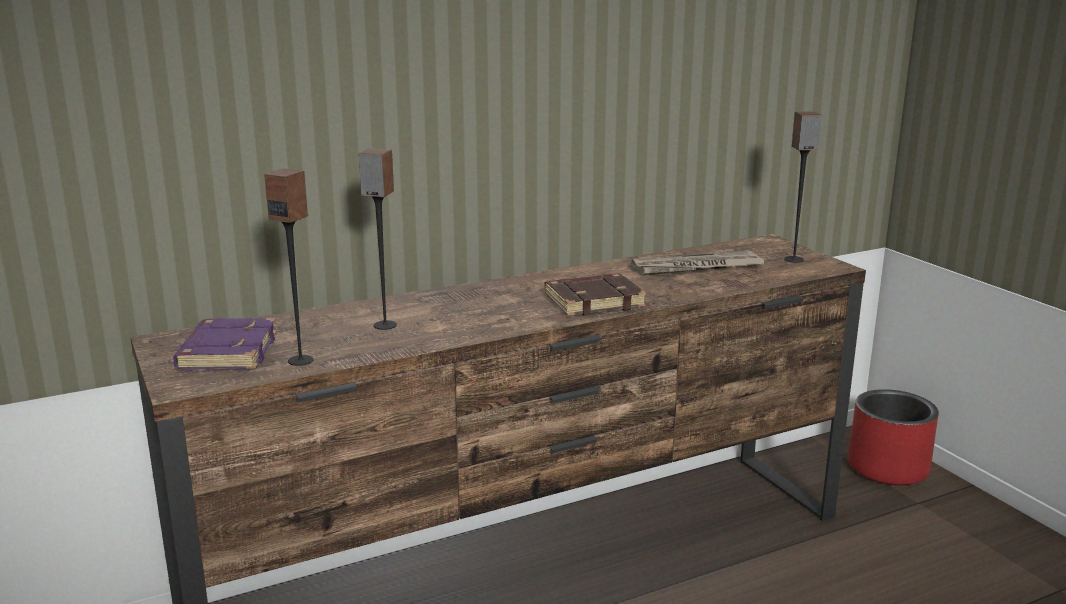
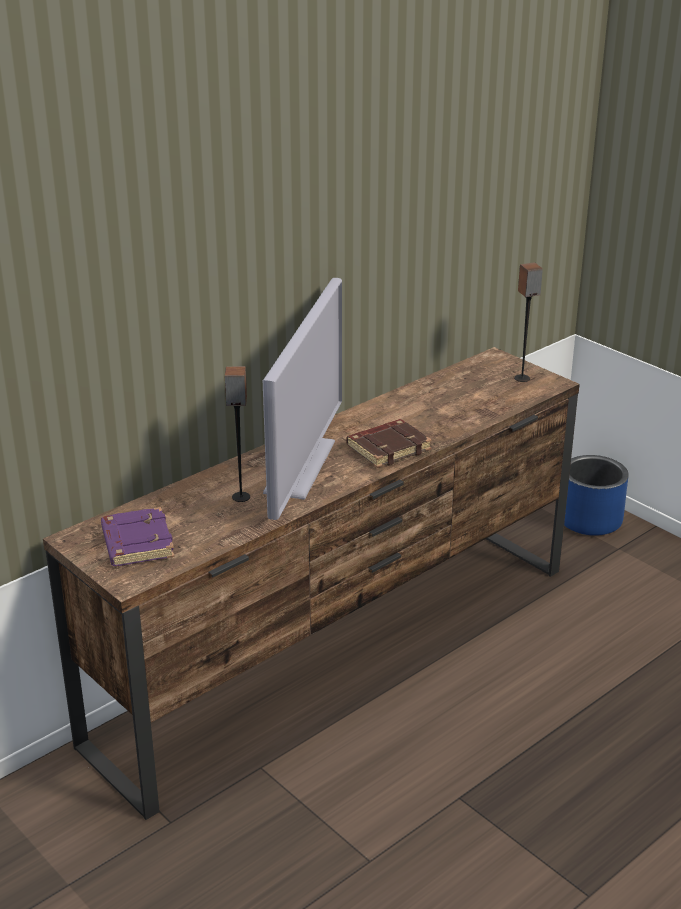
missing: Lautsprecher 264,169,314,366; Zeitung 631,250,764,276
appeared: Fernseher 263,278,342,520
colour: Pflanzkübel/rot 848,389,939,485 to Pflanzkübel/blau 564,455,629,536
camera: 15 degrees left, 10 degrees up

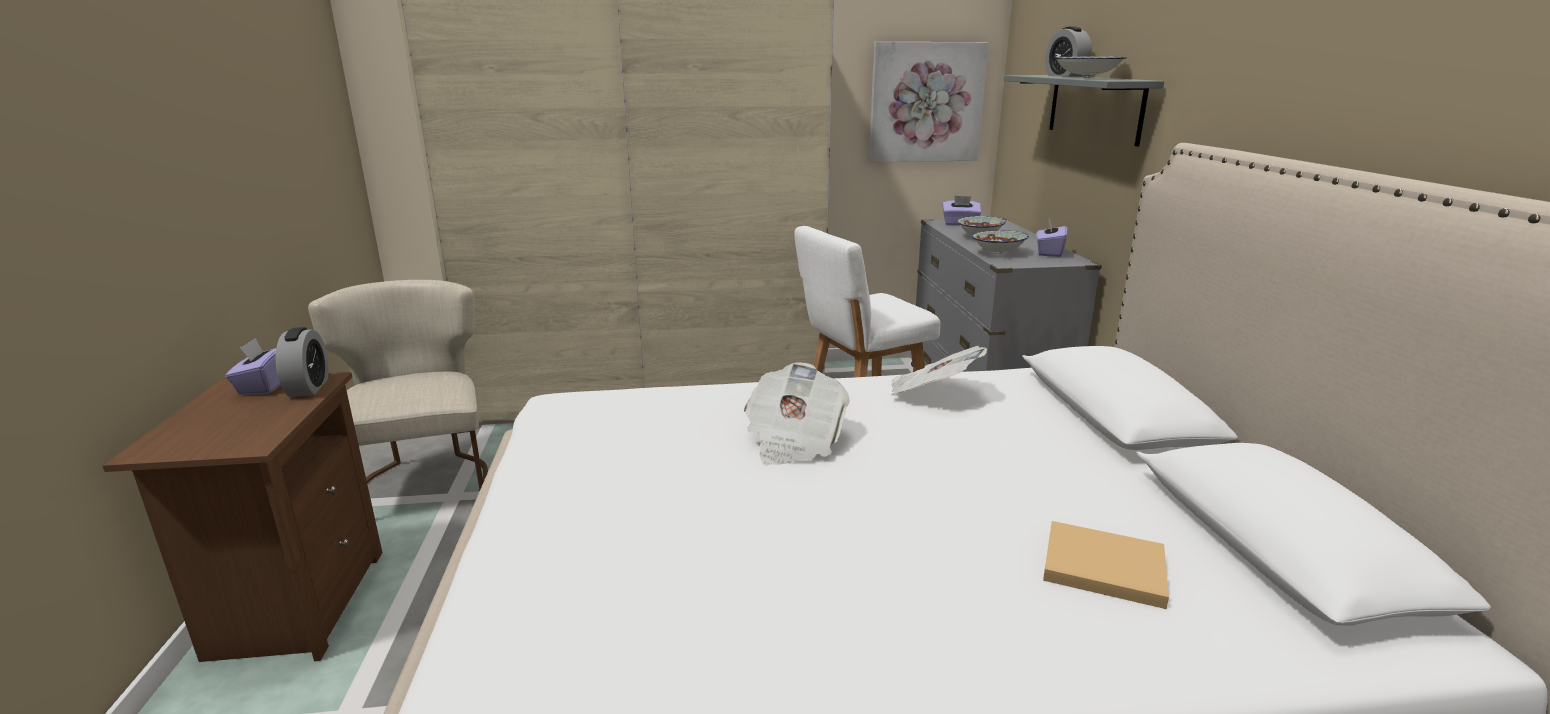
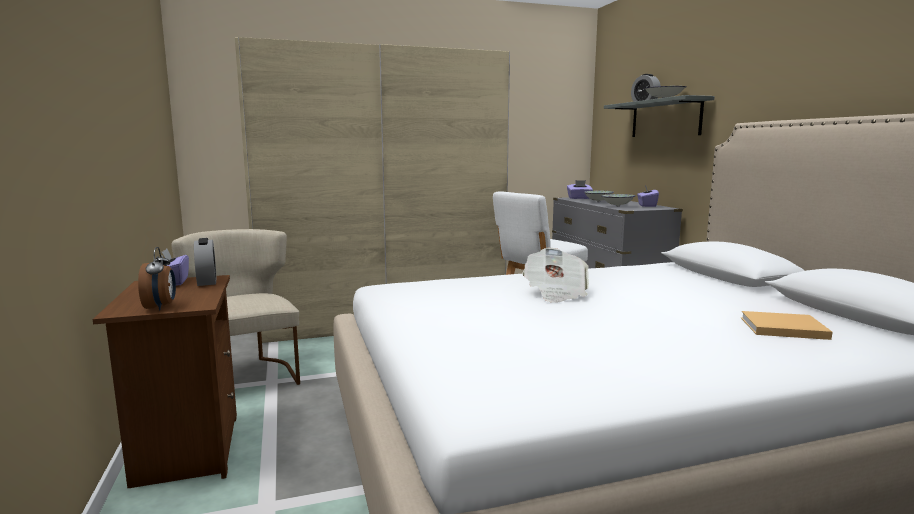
missing: Bild 869,42,989,163; Zeitung 891,346,987,395
appeared: Wecker 138,247,176,311
camera: 10 degrees left, 10 degrees down

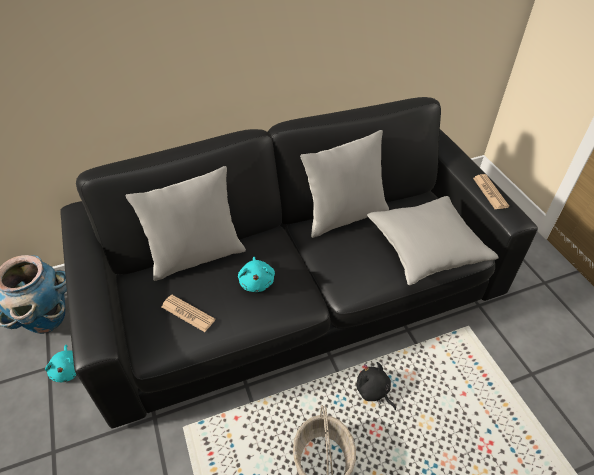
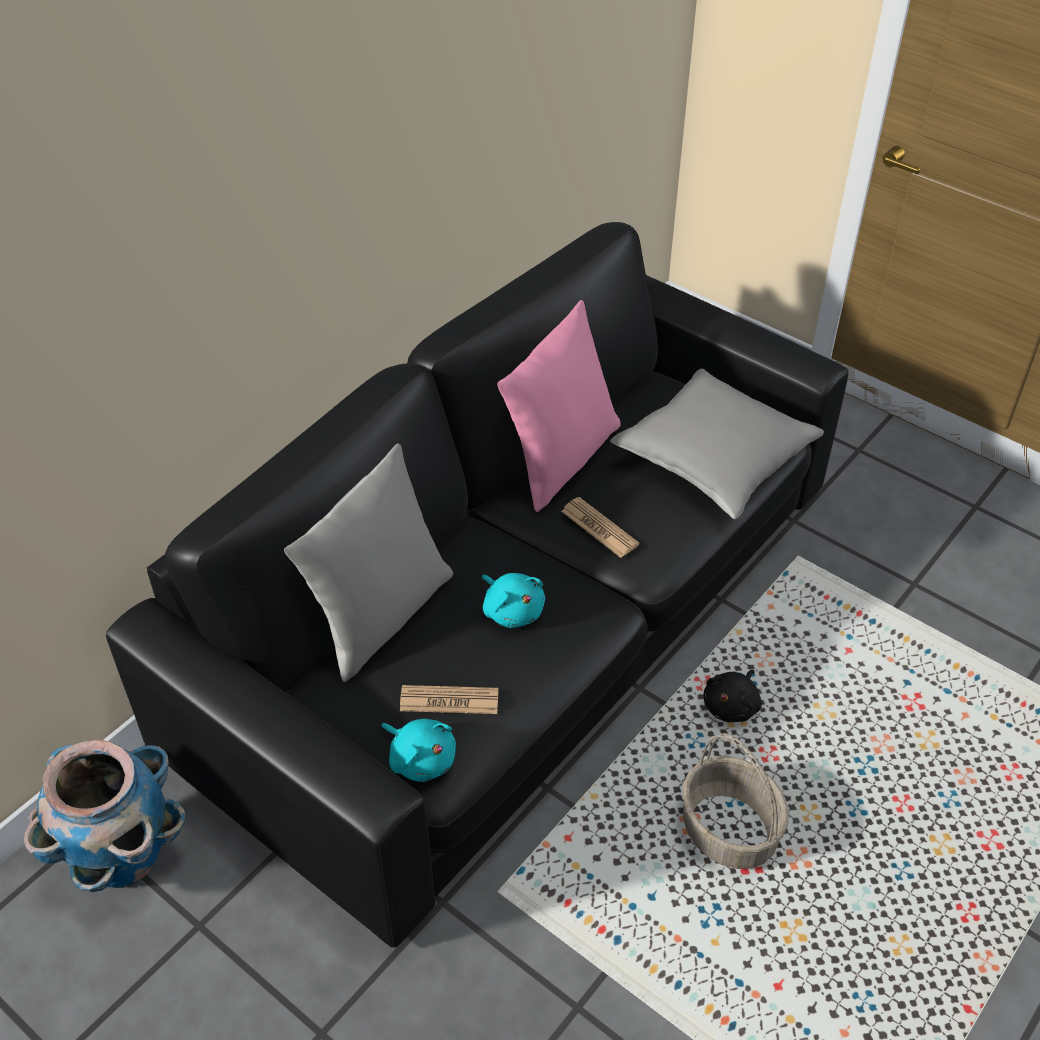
relocated: Zeitung 473,174,509,209 to 561,497,639,558; Plüschtier/türkis 45,345,77,382 to 381,719,456,782
colour: Kissen/grau 300,130,389,238 to Kissen/rosa 497,300,621,512
spun: Plüschtier/schwarz 357,362,396,410 = 703,670,762,722 75 degrees counterclockwise
camera: 30 degrees left, 0 degrees up

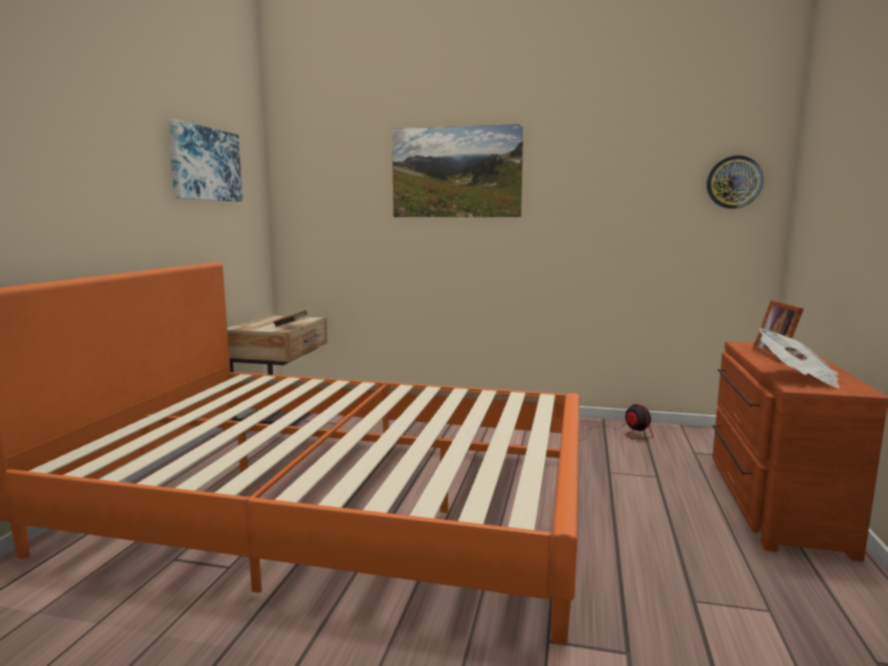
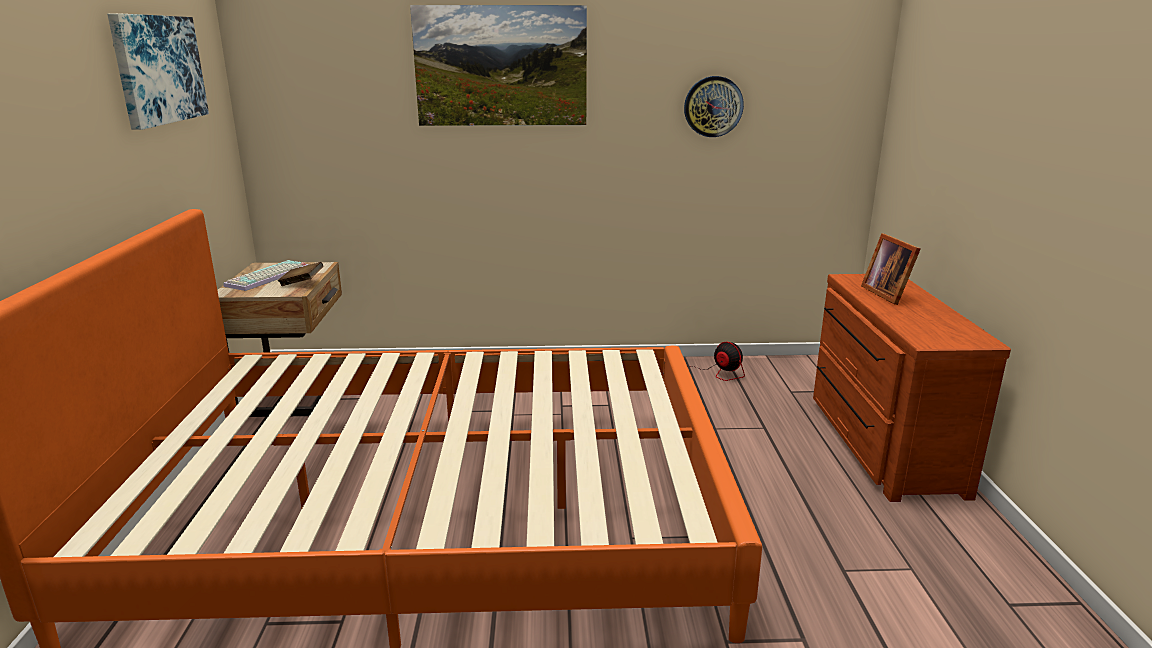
missing: Zeitung 759,328,839,388
appeared: Tastatur 223,260,309,291
relocated: Wanduhr 707,155,764,209 to 684,76,744,137
camera: 15 degrees left, 10 degrees up

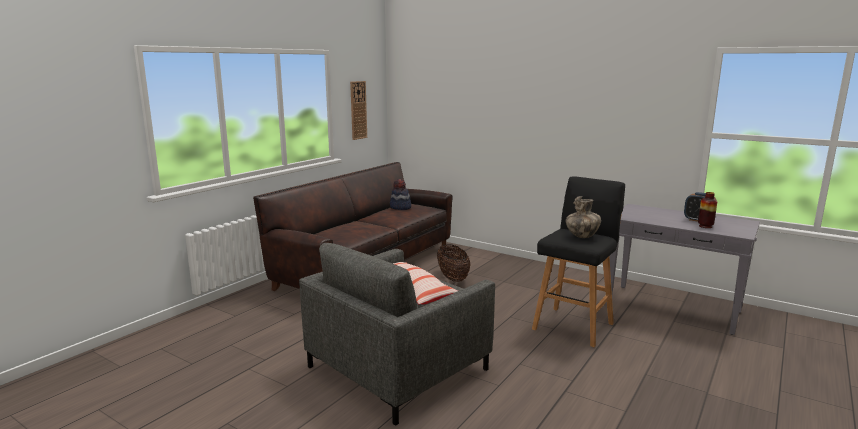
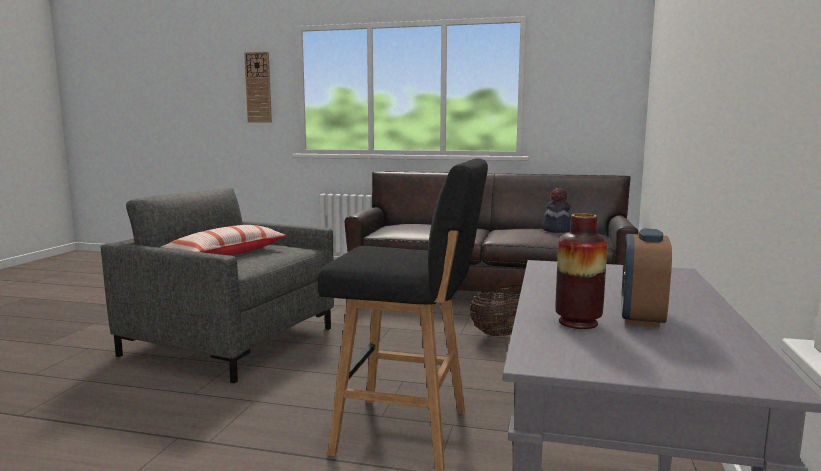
missing: Vase 566,196,601,238
relocated: Wanduhr 350,81,367,140 to 244,52,272,123
camera: 70 degrees right, 5 degrees down

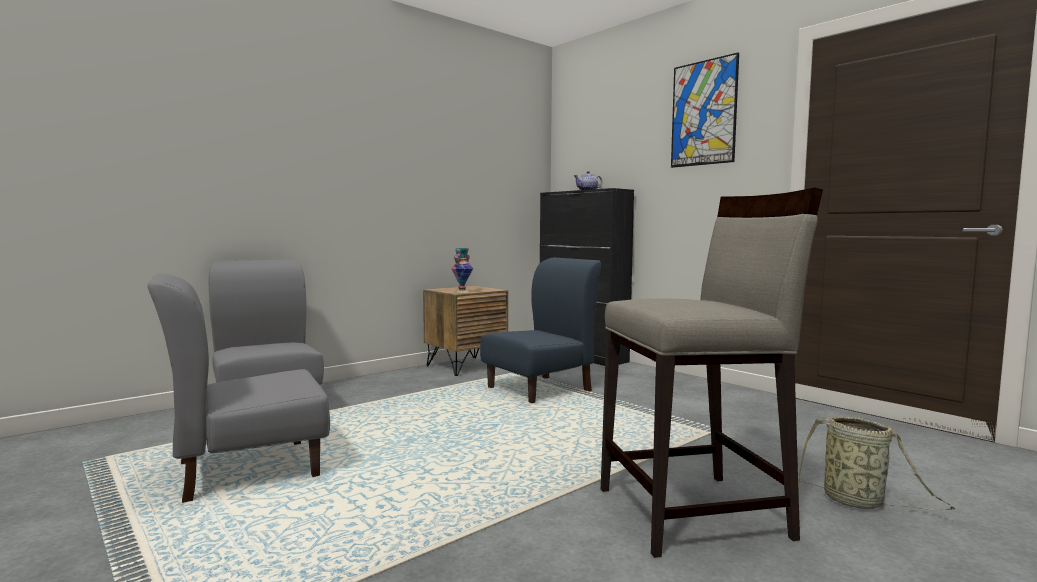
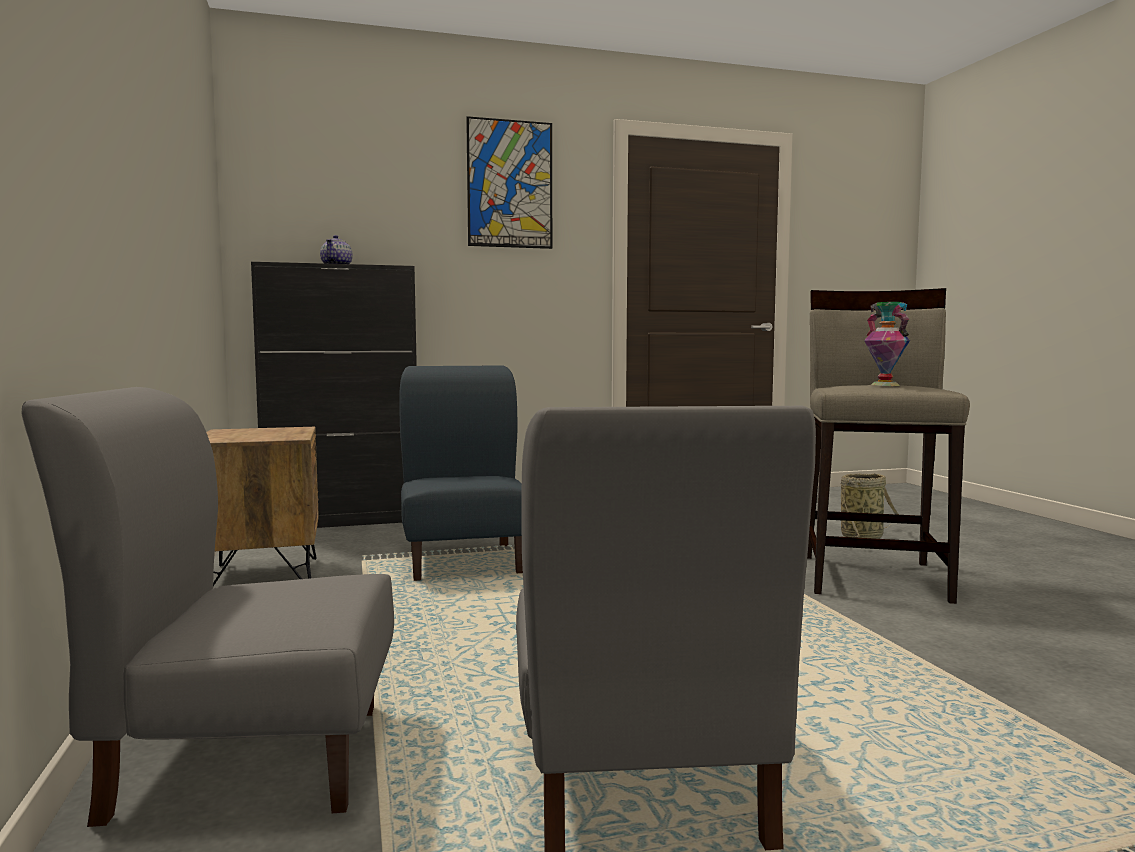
relocated: Vase 451,248,473,293 to 864,302,910,386
camera: 65 degrees left, 0 degrees up

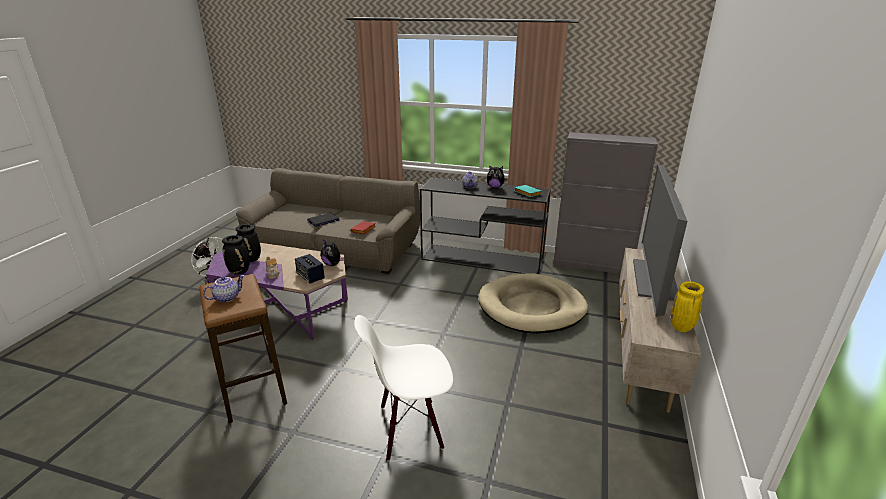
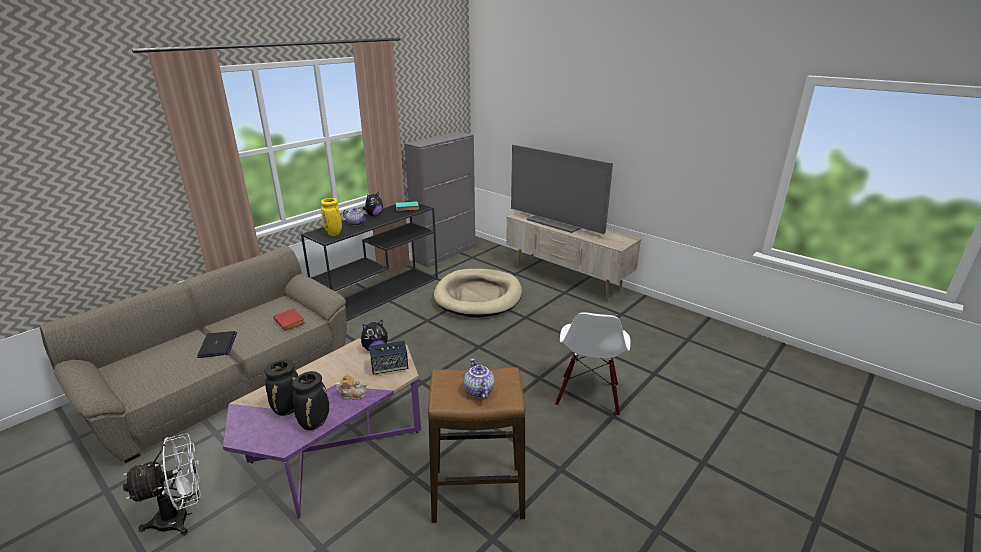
relocated: Vase/gelb 671,281,704,333 to 321,198,342,236
camera: 65 degrees left, 0 degrees up

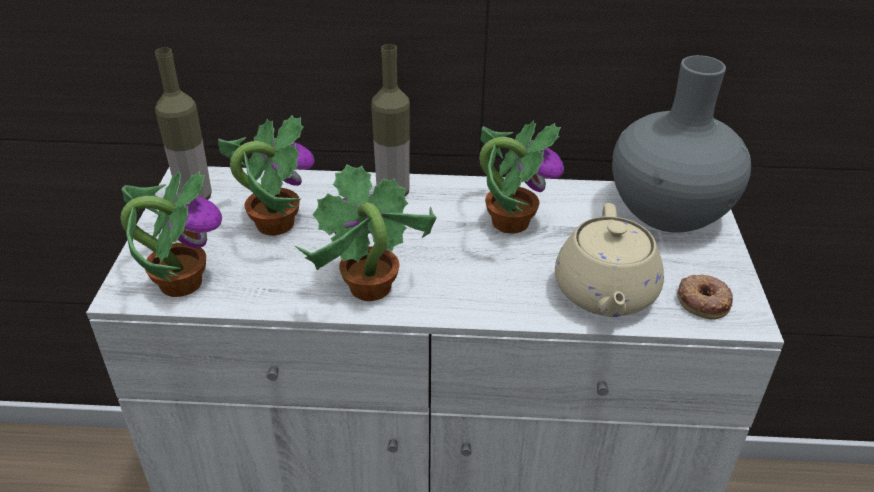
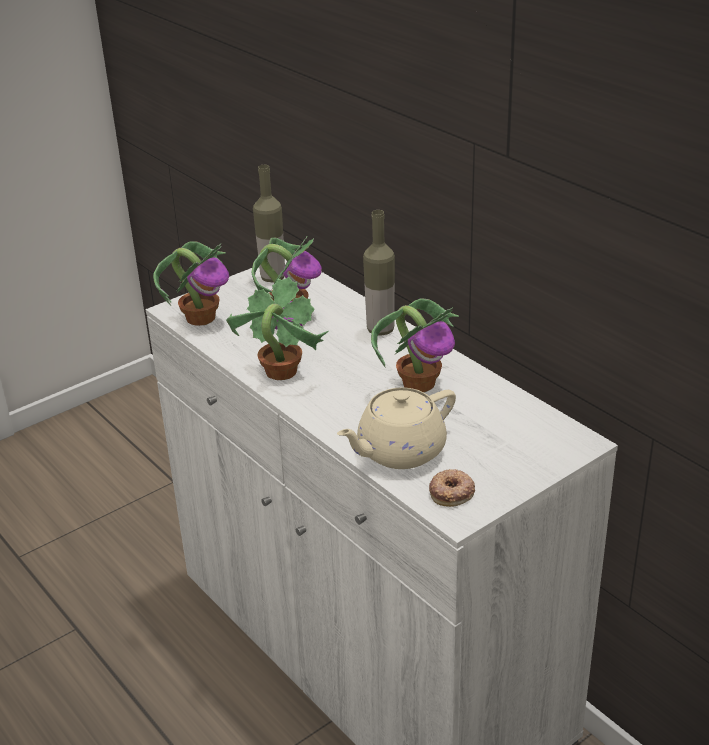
missing: Vase/grau 612,55,751,233
camera: 50 degrees right, 5 degrees down

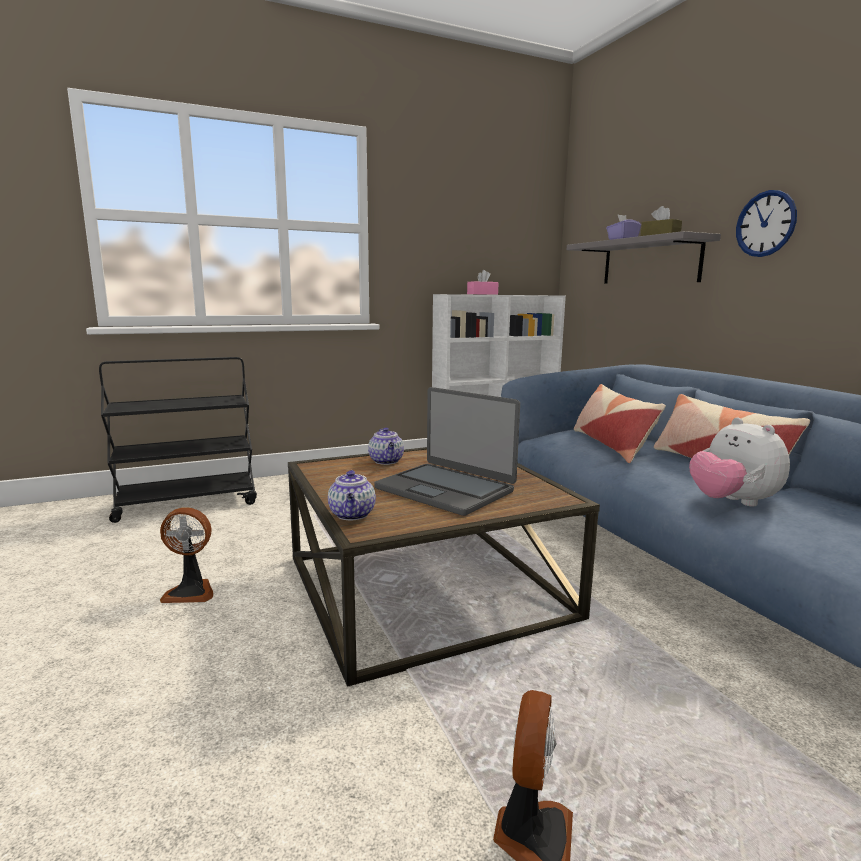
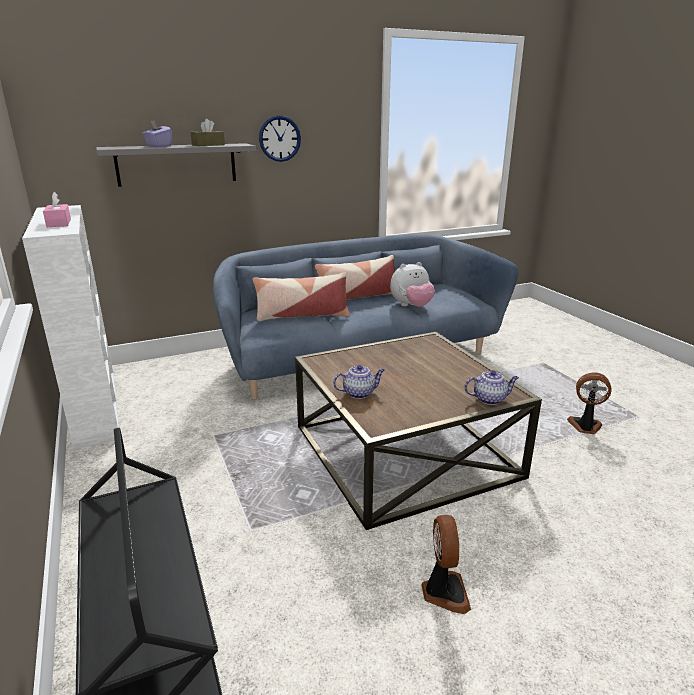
missing: Laptop 374,387,520,516
camera: 90 degrees left, 10 degrees up

